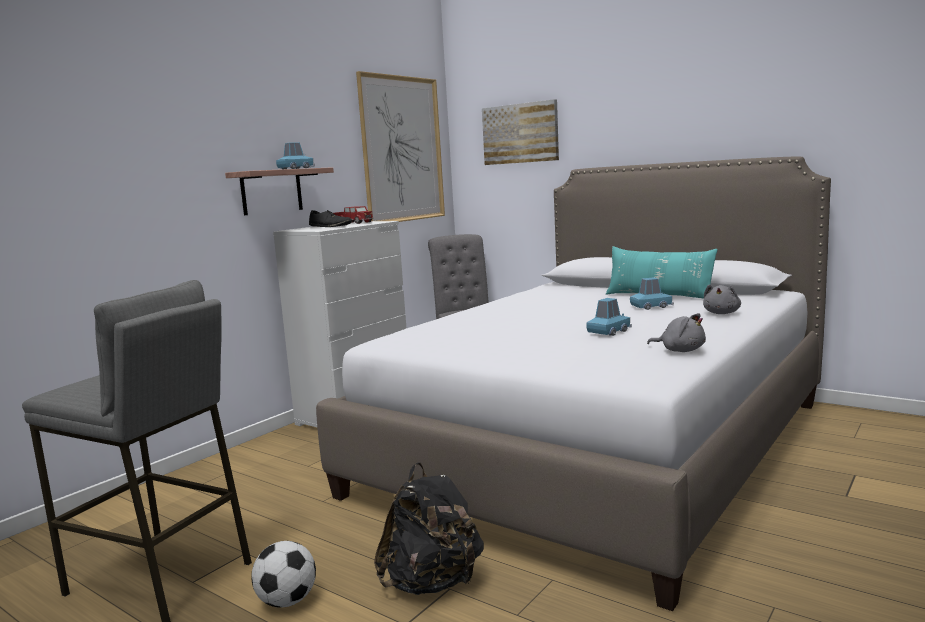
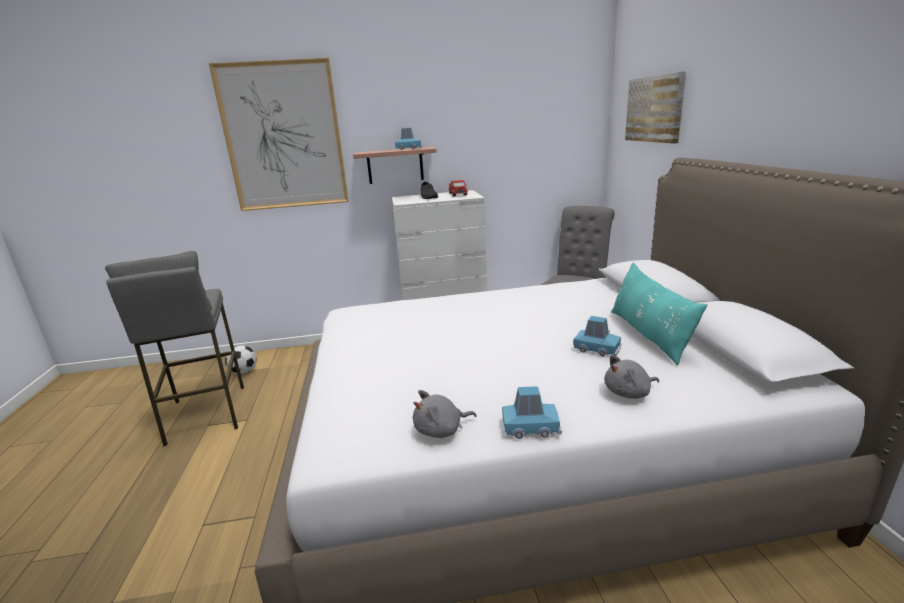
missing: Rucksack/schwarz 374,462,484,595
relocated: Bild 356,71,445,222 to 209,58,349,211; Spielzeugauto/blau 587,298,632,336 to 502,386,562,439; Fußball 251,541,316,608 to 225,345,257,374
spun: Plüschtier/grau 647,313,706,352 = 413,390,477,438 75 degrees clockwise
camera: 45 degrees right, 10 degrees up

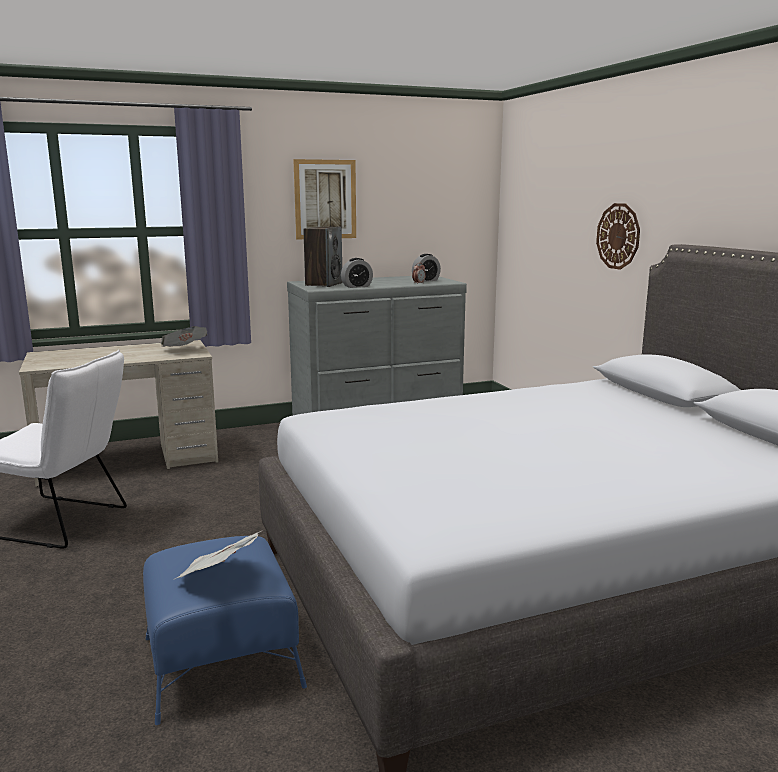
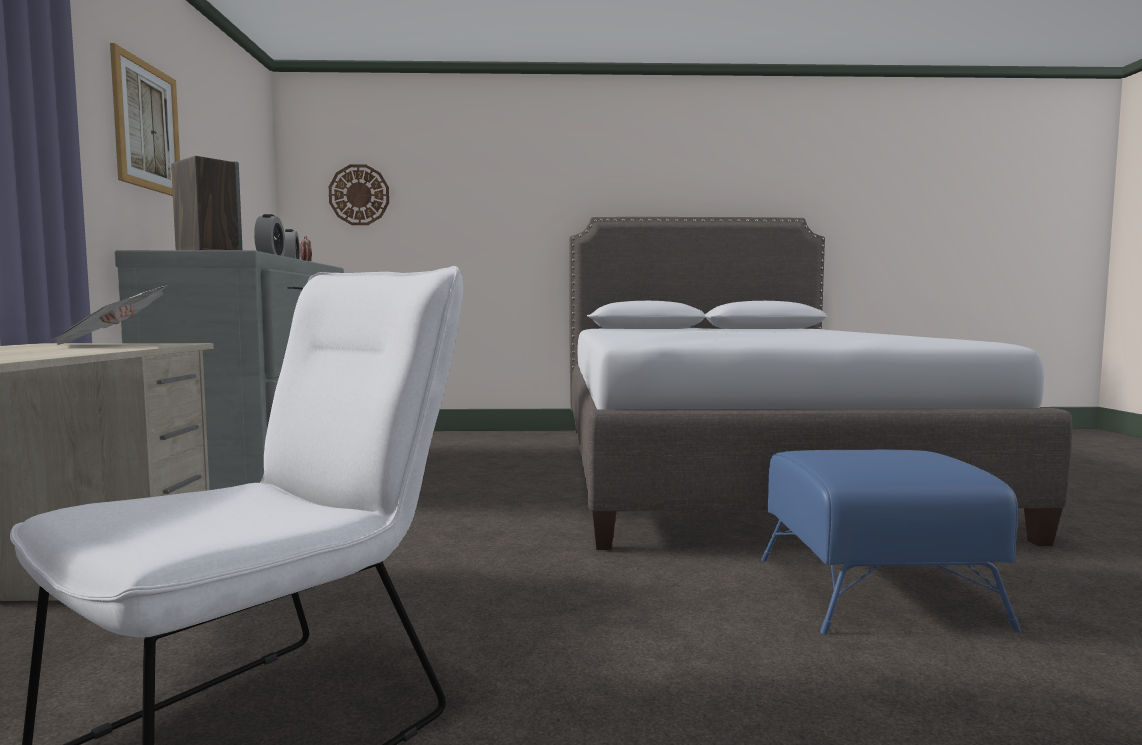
missing: Zeitung 175,531,261,579
relocated: Wanduhr 596,203,640,270 to 329,164,389,225
camera: 70 degrees left, 10 degrees down

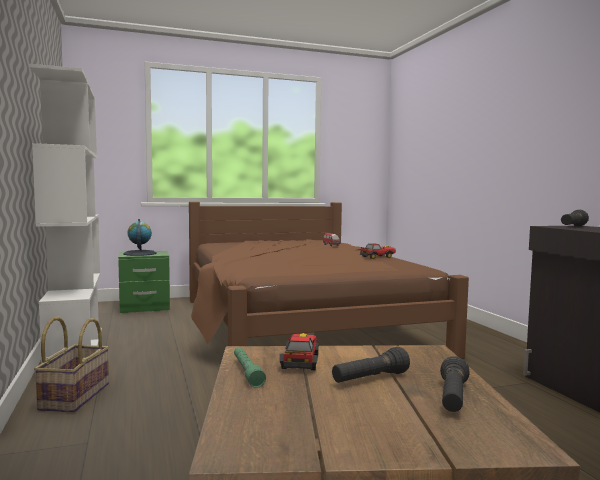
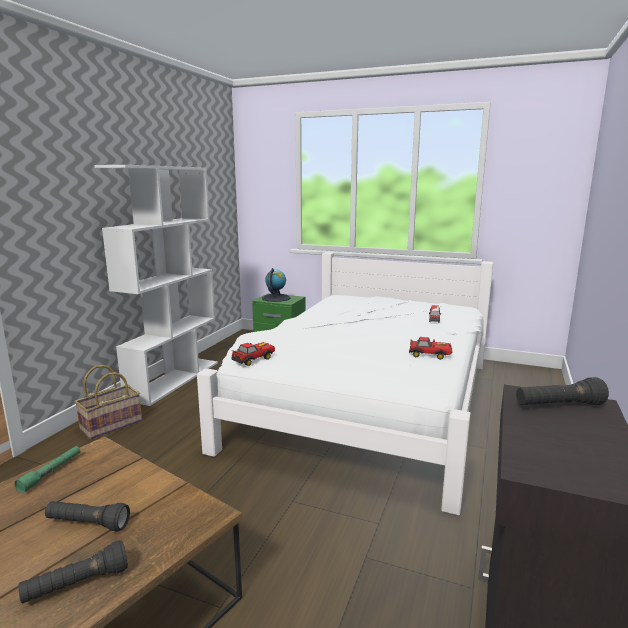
relocated: Spielzeugauto 279,333,319,370 to 231,342,275,366
colour: Bett/braun 189,202,469,359 to Bett/weiß 197,252,493,515
camera: 40 degrees right, 10 degrees up

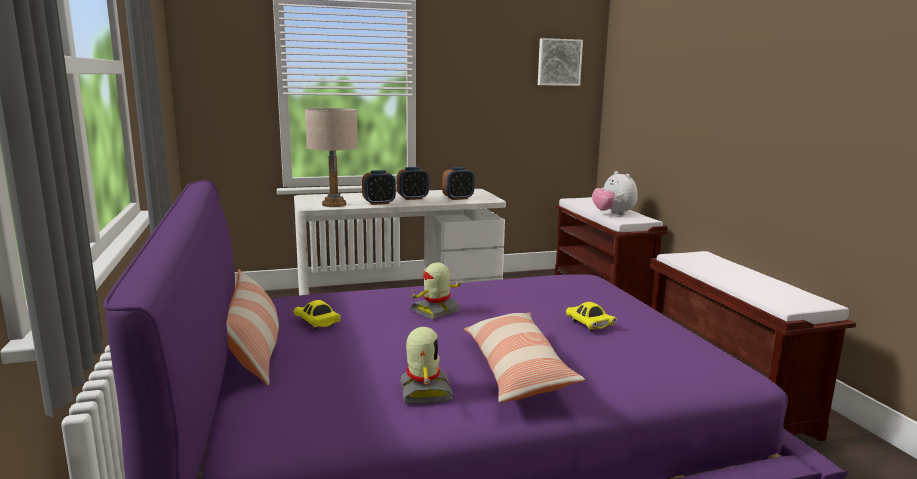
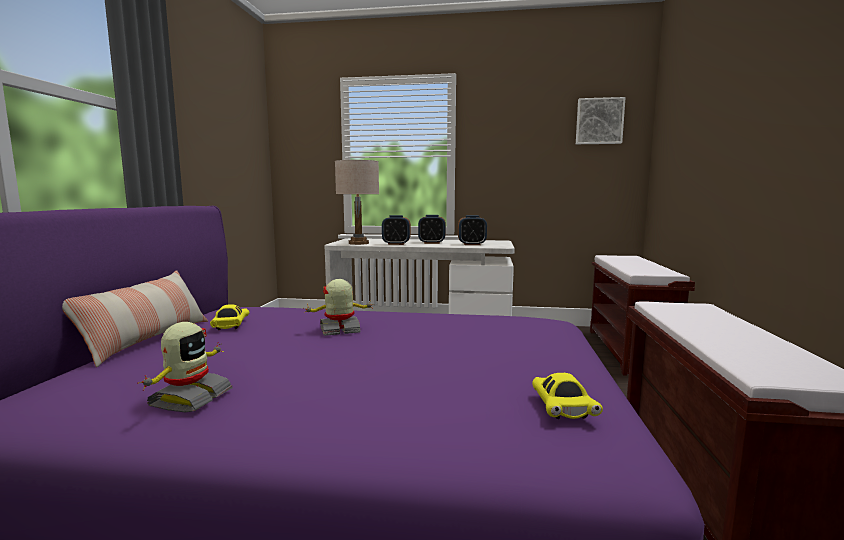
missing: Plüschtier 592,171,638,215; Kissen 464,313,586,403
relocated: Spielzeugauto/gelb 566,302,617,331 to 532,373,603,419
camera: 25 degrees right, 5 degrees down

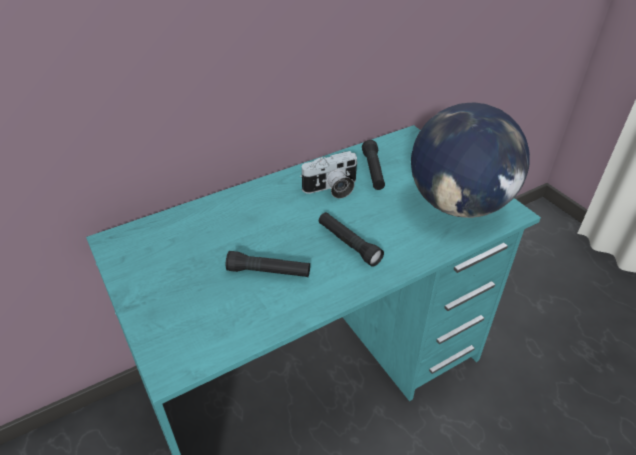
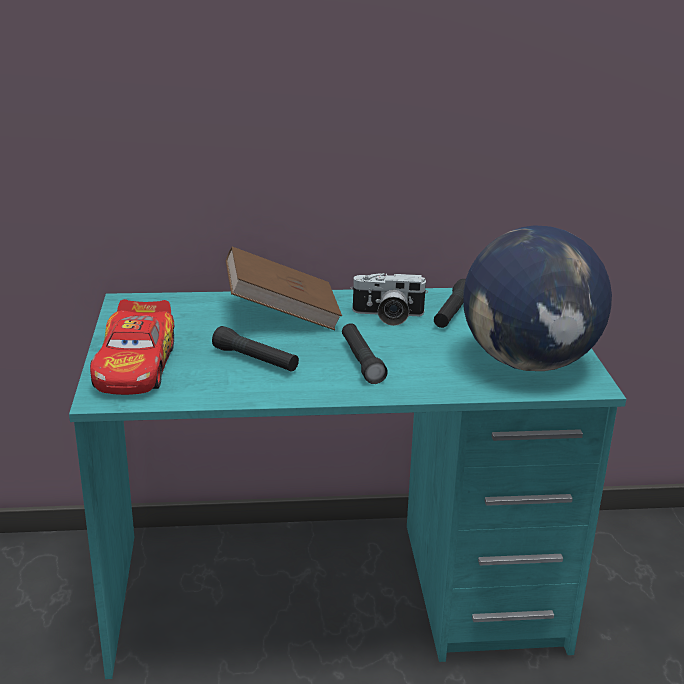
appeared: Buch/braun 226,247,342,331; Spielzeugauto 90,299,174,395
camera: 25 degrees right, 15 degrees down

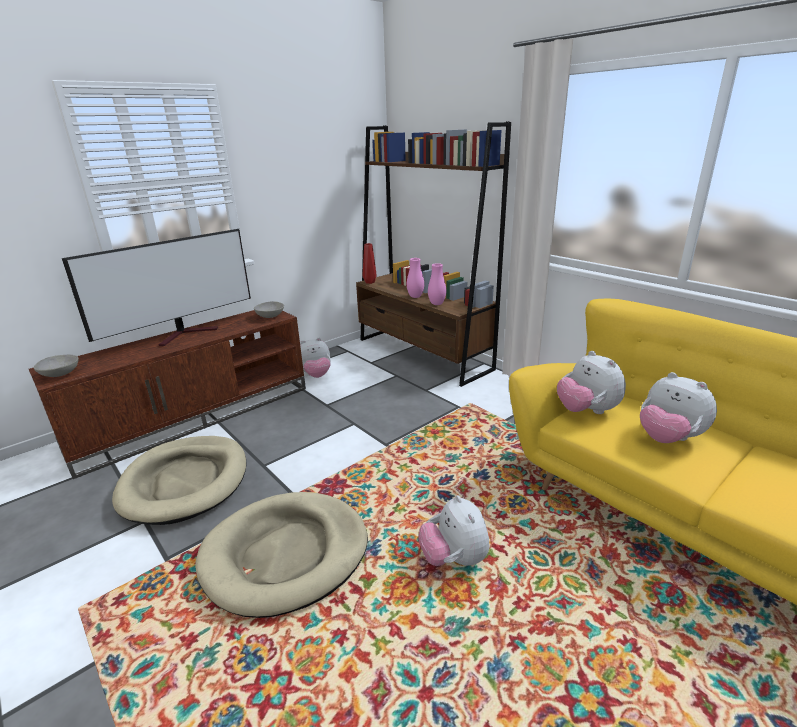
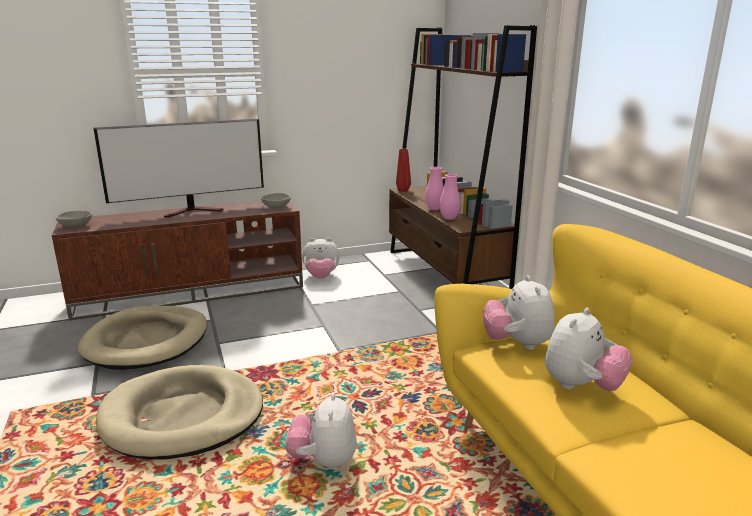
spun: Plüschtier 640,372,717,443 = 545,308,632,391 120 degrees counterclockwise
camera: 20 degrees right, 5 degrees down

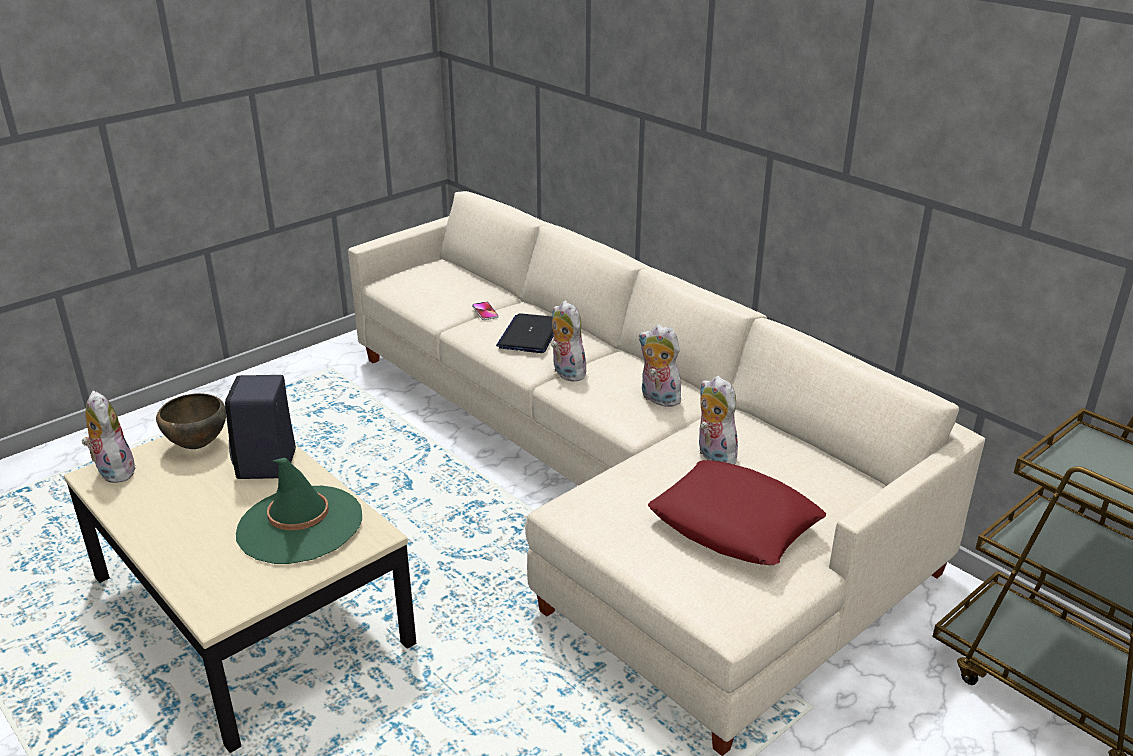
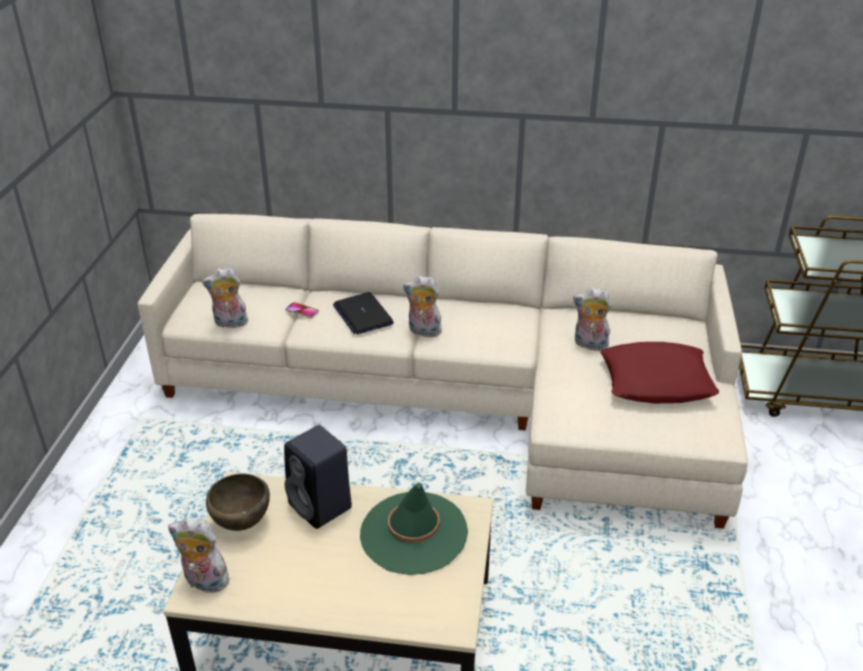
relocated: Plüschtier 639,324,681,407 to 202,267,250,330
camera: 40 degrees left, 5 degrees up

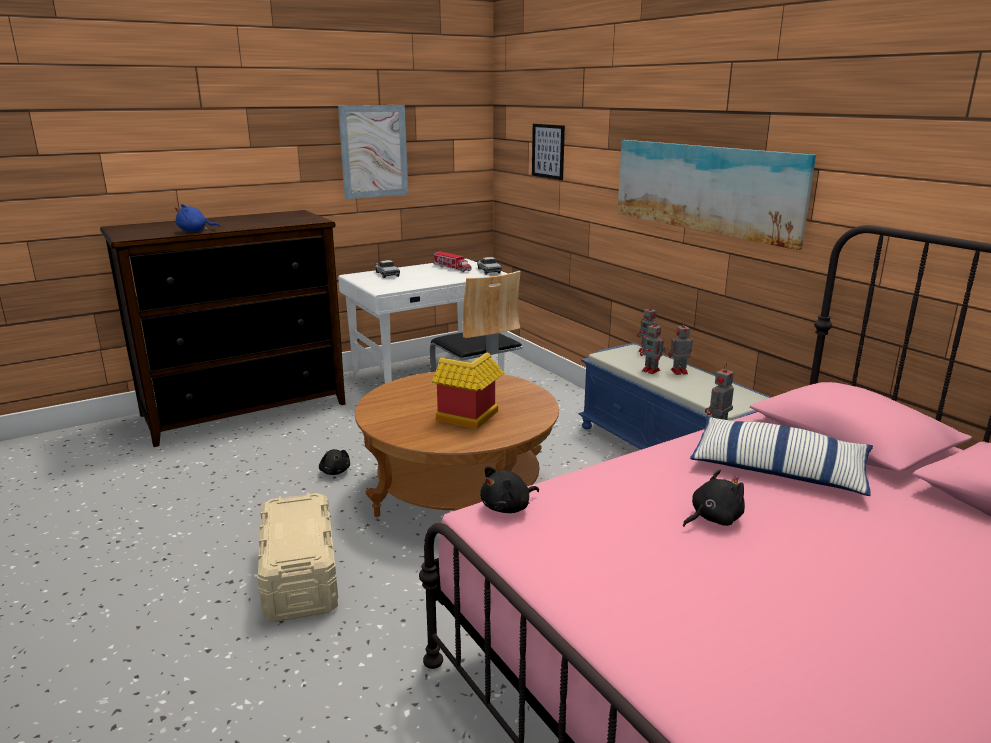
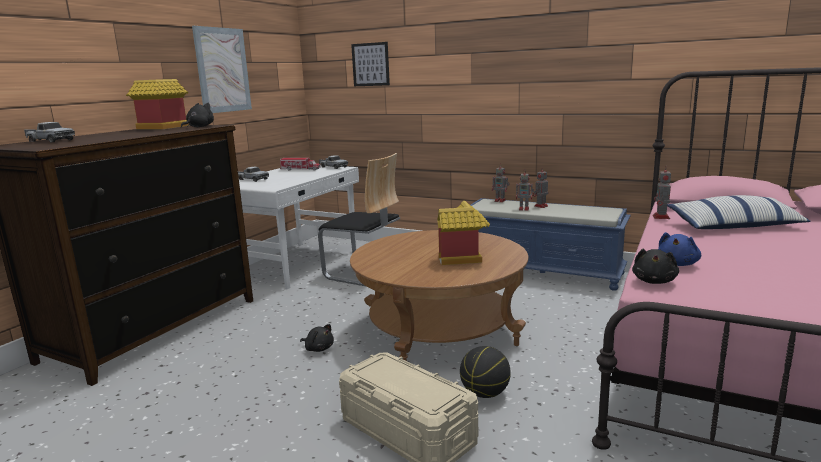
missing: Bild 617,140,816,250
appeared: Spielzeughaus 126,79,189,129; Spielzeuglaster 24,122,75,142; Basketball 460,346,511,398
relocated: Plüschtier/blau 175,204,220,232 to 658,232,701,266; Plüschtier/schwarz 683,469,745,527 to 181,102,214,127
camera: 30 degrees left, 5 degrees down

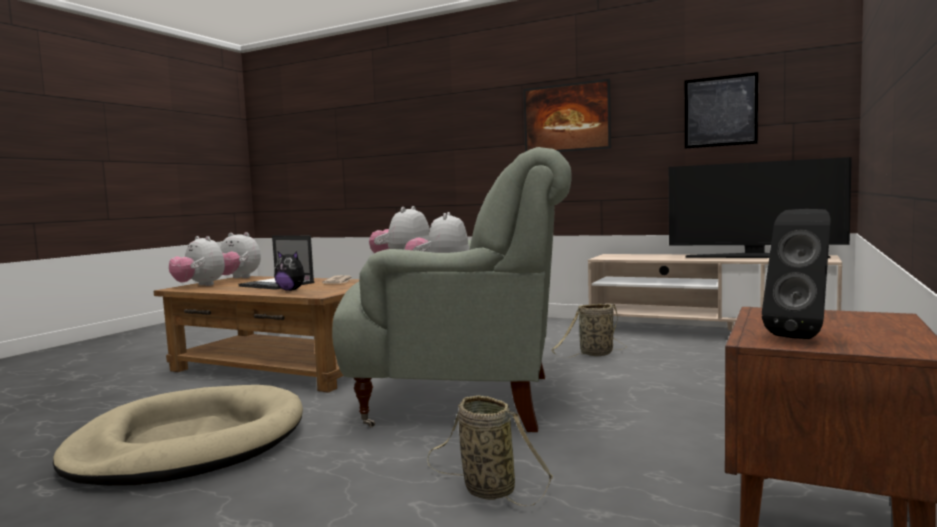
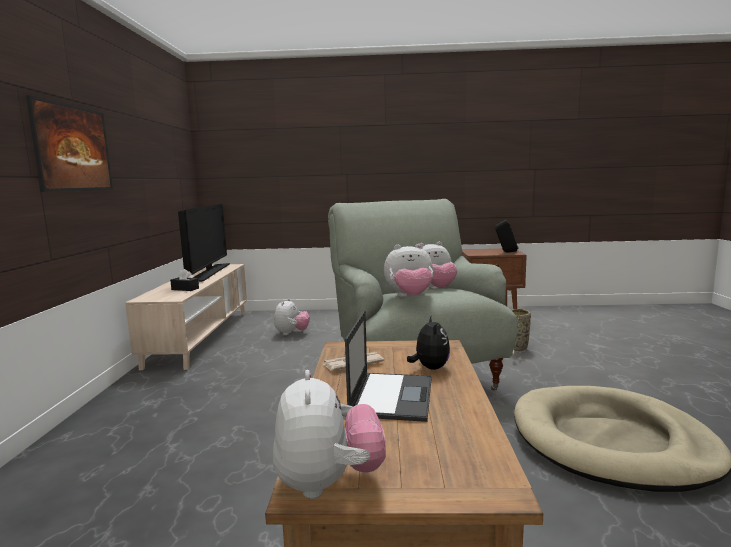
missing: Bild 685,72,758,149; Korb 551,304,627,358
appeared: Taschentuchbox/schwarz 170,269,199,291
relocated: Plüschtier 169,236,225,286 to 274,298,310,335
camera: 115 degrees left, 5 degrees up

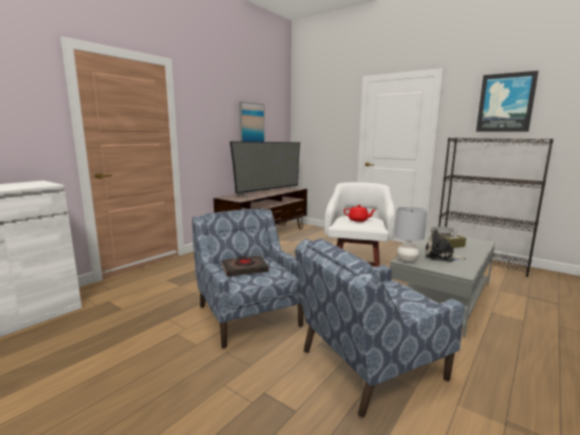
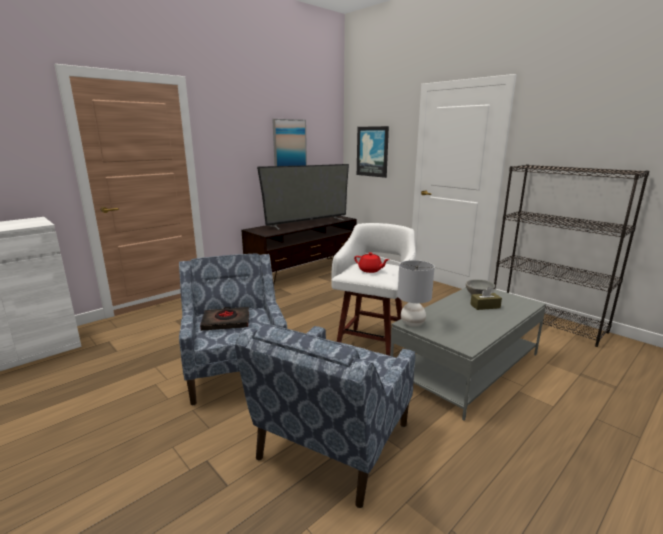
missing: Plüschtier 425,229,466,262
relocated: Bild 476,71,538,132 to 357,126,389,178
spun: Sessel/blau 295,238,465,417 = 235,324,416,508 45 degrees counterclockwise
camera: 10 degrees right, 5 degrees up

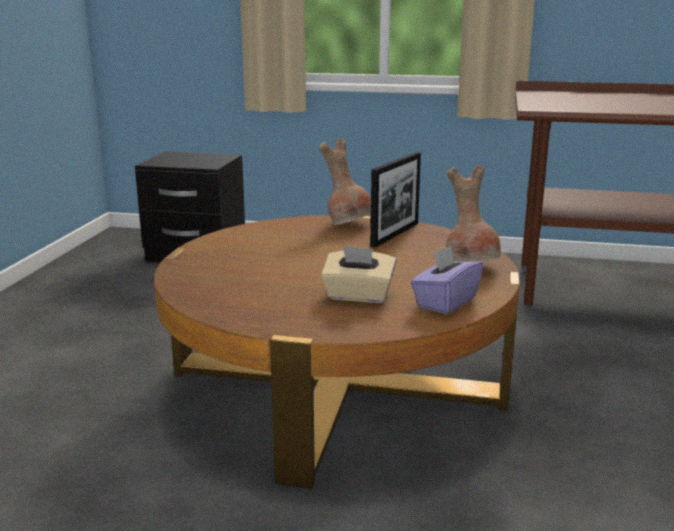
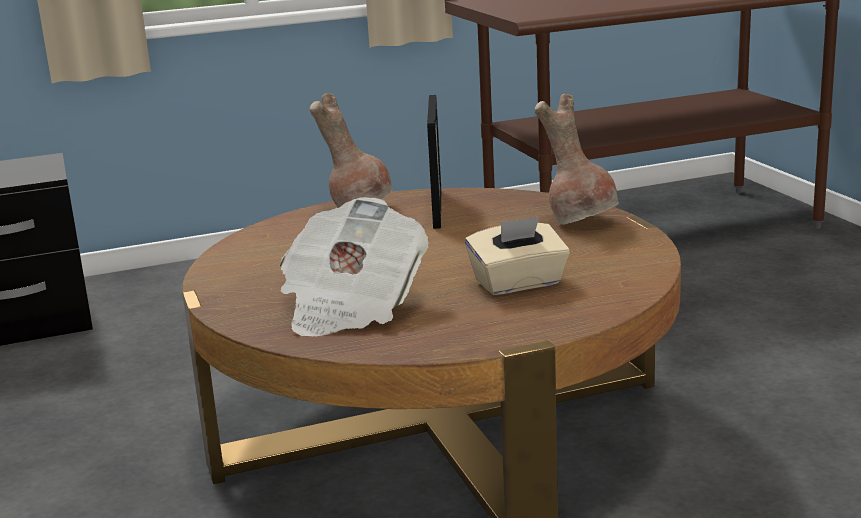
missing: Taschentuchbox/lila 411,245,484,314
appeared: Zeitung 280,197,429,336
camera: 30 degrees left, 0 degrees up

